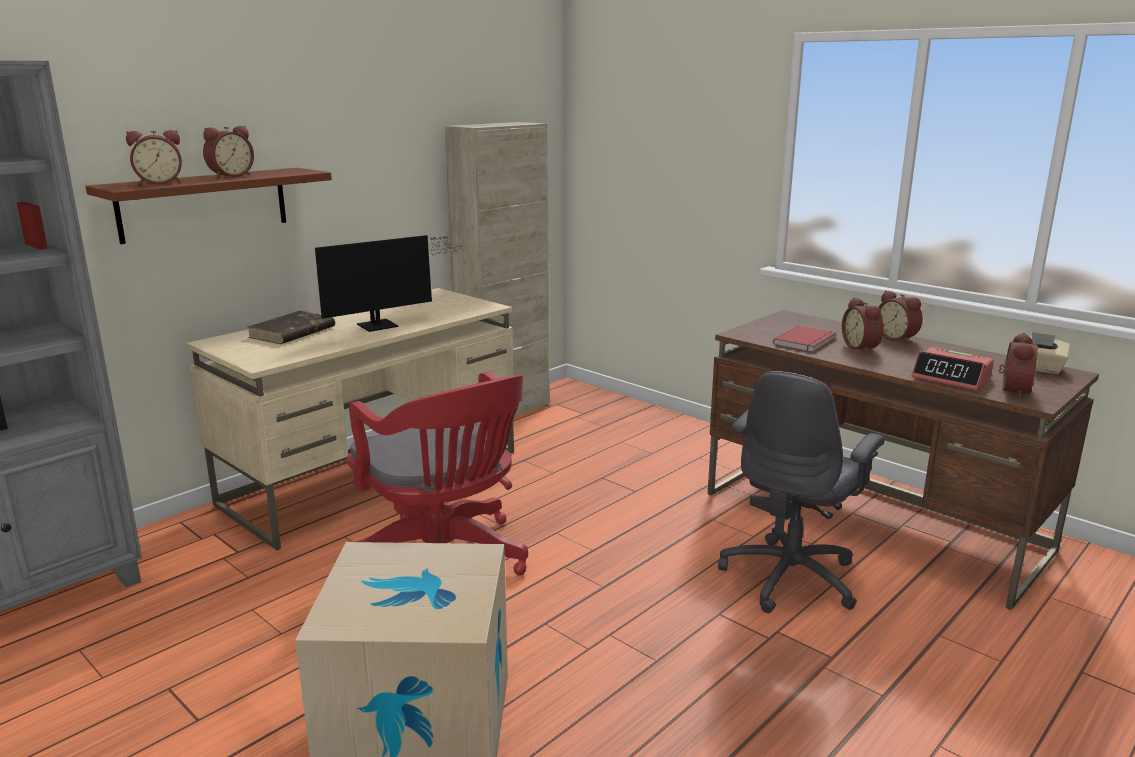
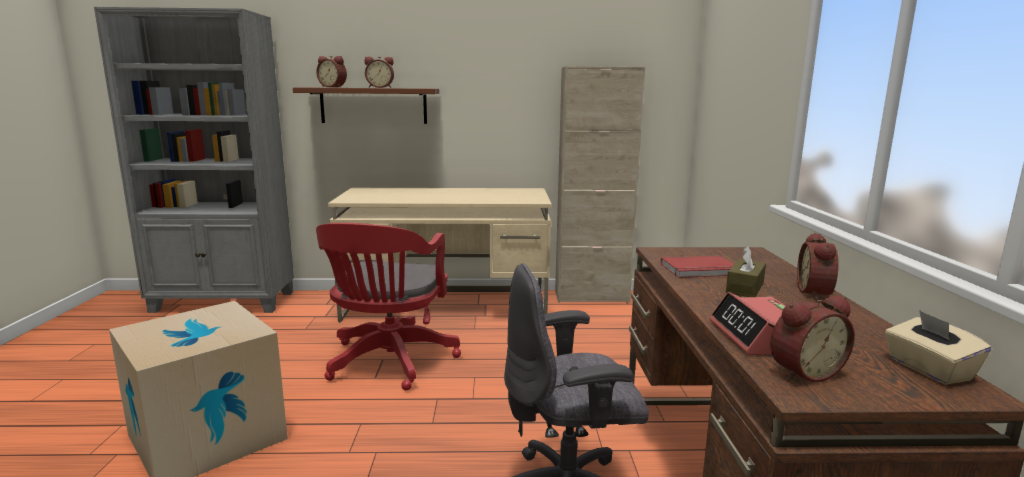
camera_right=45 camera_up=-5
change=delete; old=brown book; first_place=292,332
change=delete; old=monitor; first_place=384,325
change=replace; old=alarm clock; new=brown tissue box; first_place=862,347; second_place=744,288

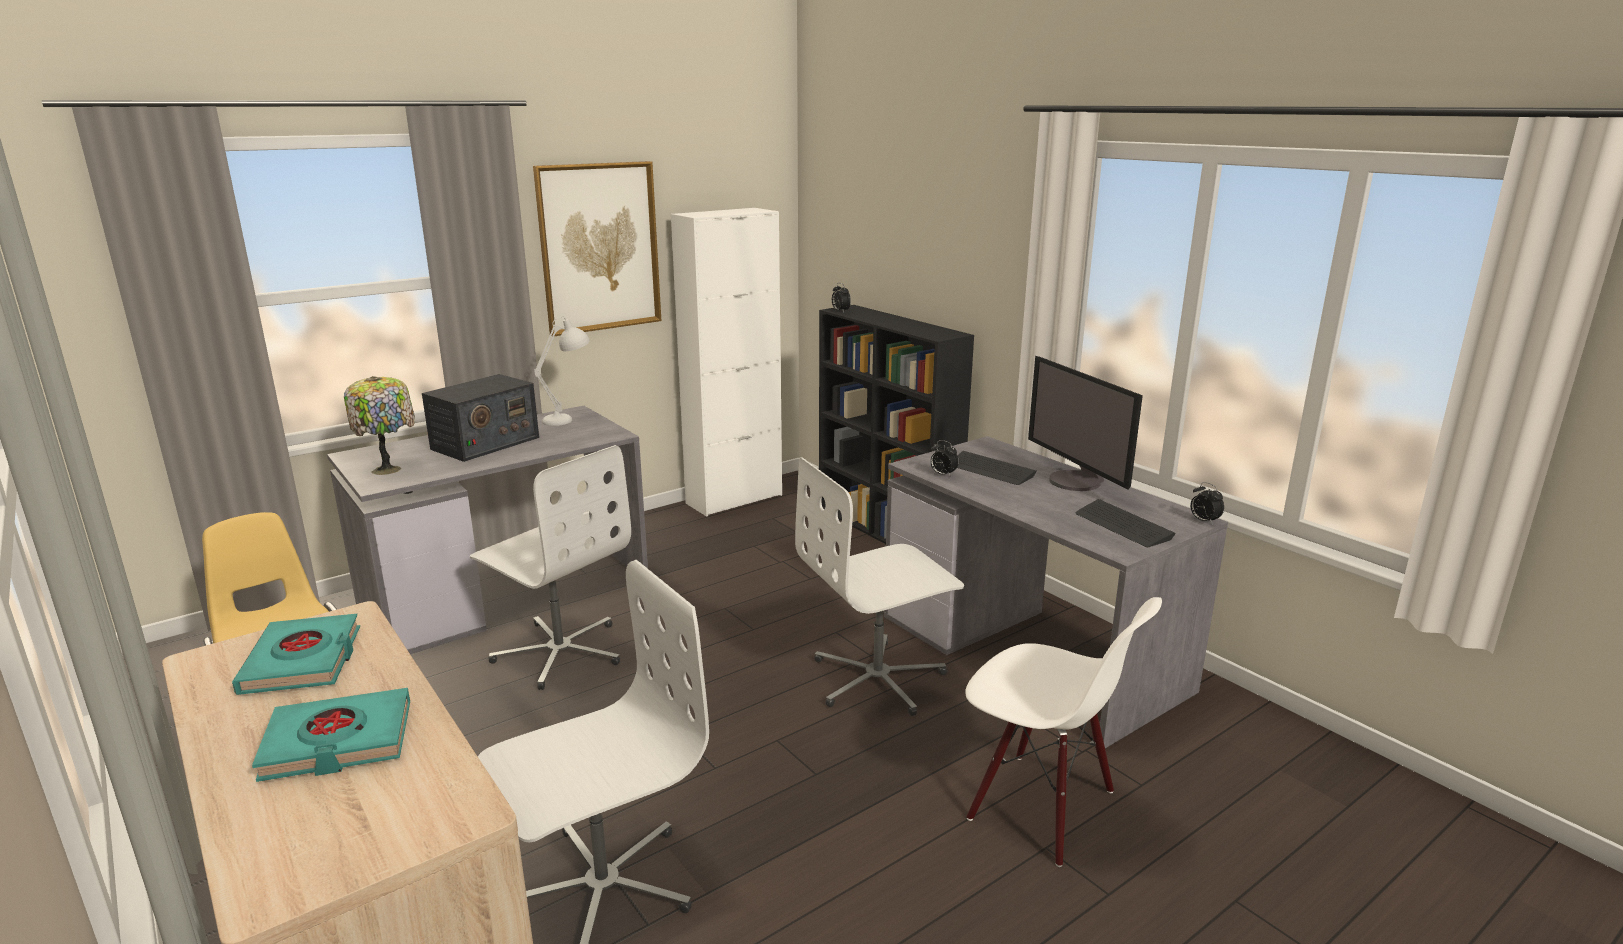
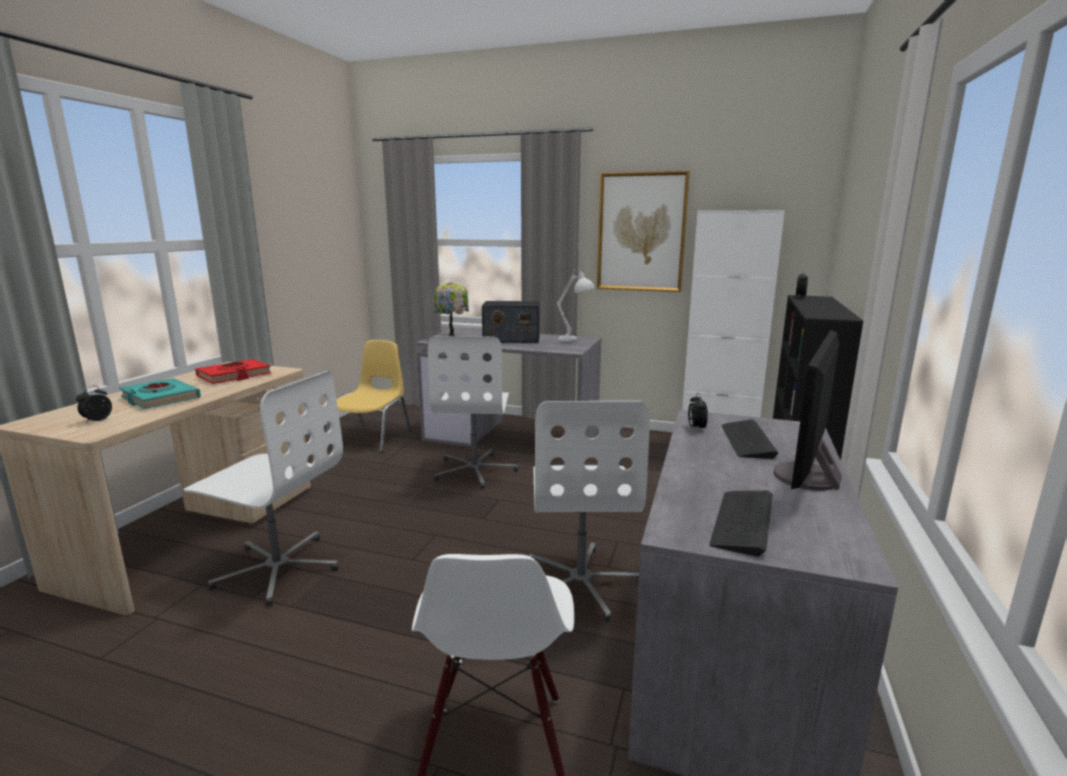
camera_right=55 camera_up=-5
change=move; old=alarm clock; first_place=1203,521; second_place=97,420
change=recolor; old=turquoise book; new=red book; first_place=303,661; second_place=234,376
change=rotate; old=white office chair; first_place=878,679; second_place=581,582; degrees=-120

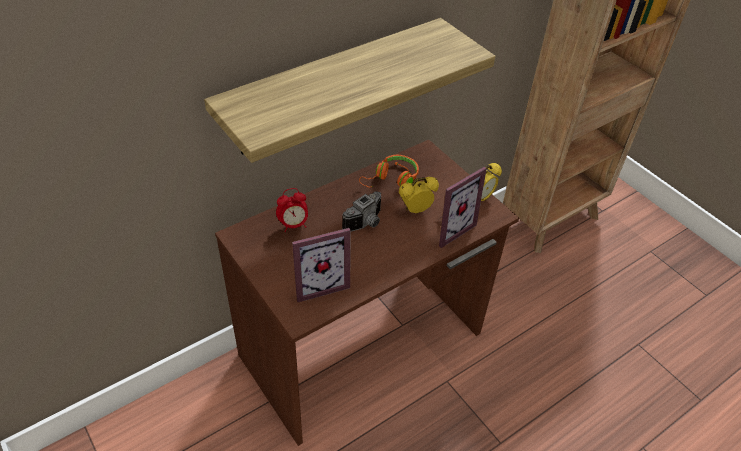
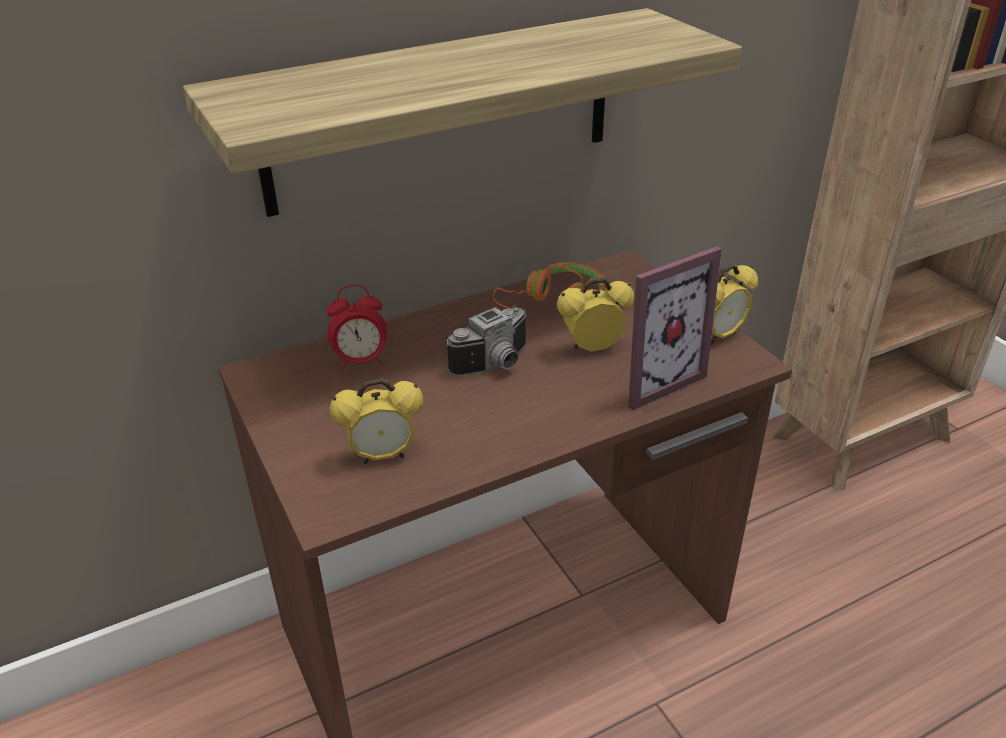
camera_right=10 camera_up=-10
change=replace; old=picture frame; new=alarm clock; first_place=319,283; second_place=383,456

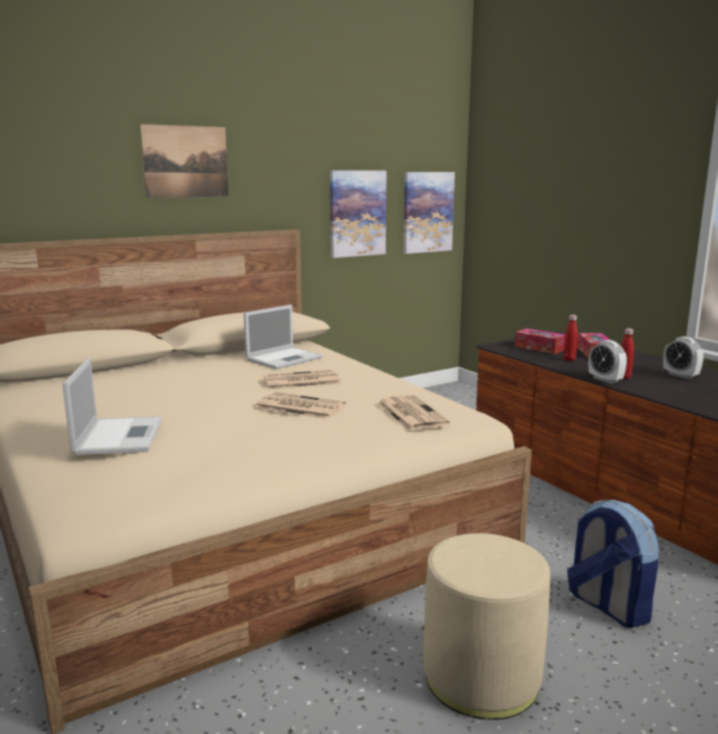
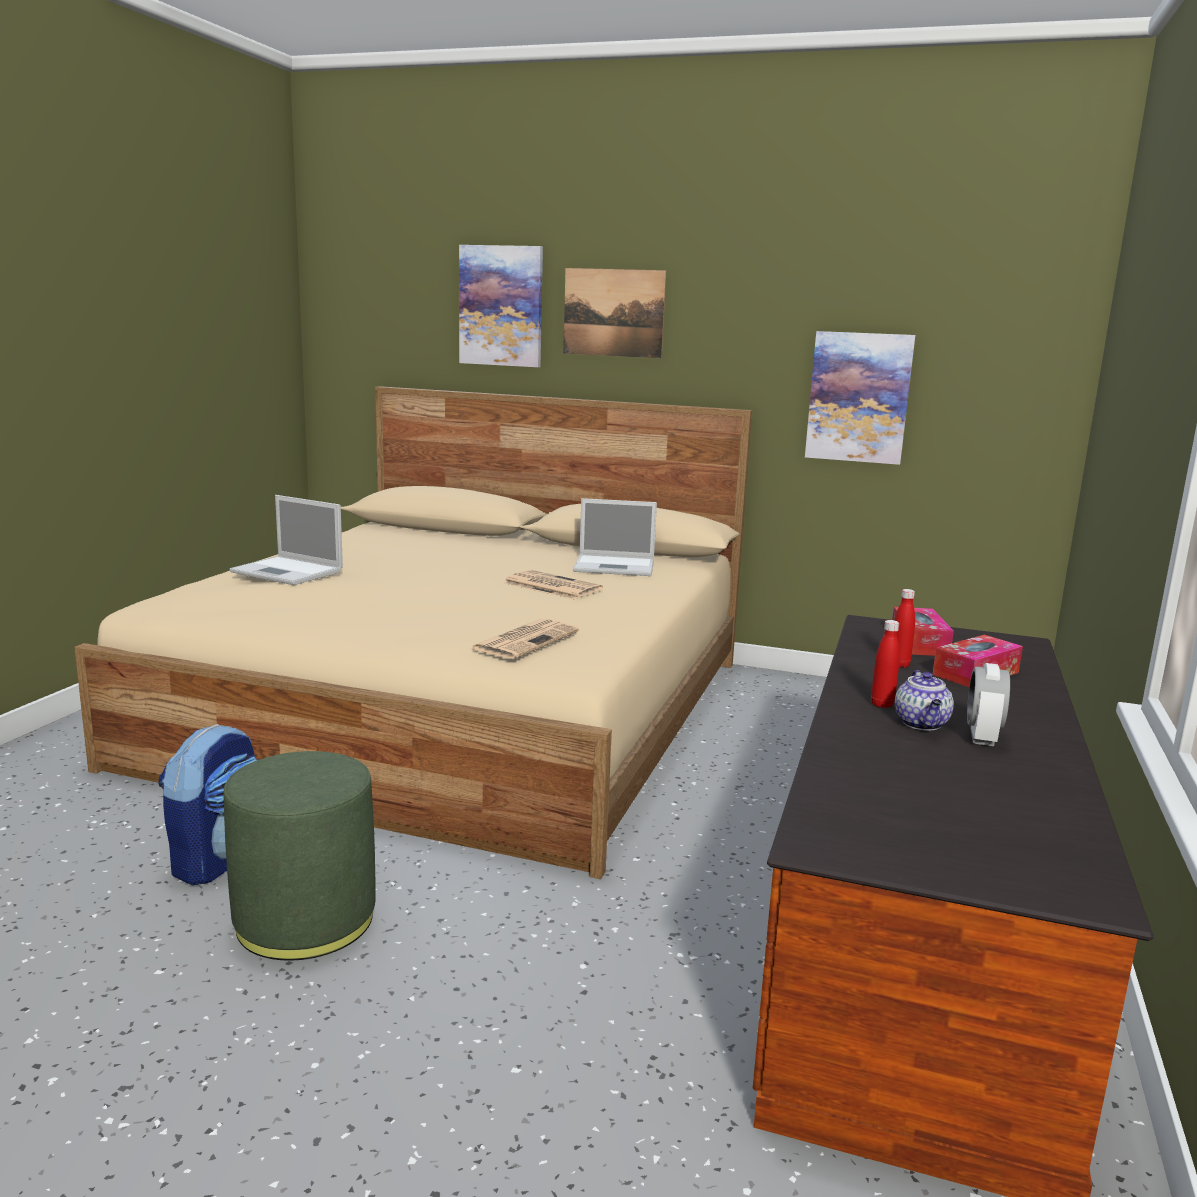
camera_right=50 camera_up=0
change=delete; old=newspaper; first_place=298,406
change=delete; old=alarm clock; first_place=605,380
change=insert; new=teapot; second_place=922,724
change=move; old=picture; first_place=427,212; second_place=501,306
change=move; old=backpack; first_place=607,606; second_place=218,859
change=recolor; old=beige ottoman; new=green ottoman; first_place=481,677; second_place=305,919
change=rotate; old=laptop; first_place=119,436; second_place=289,572; degrees=75

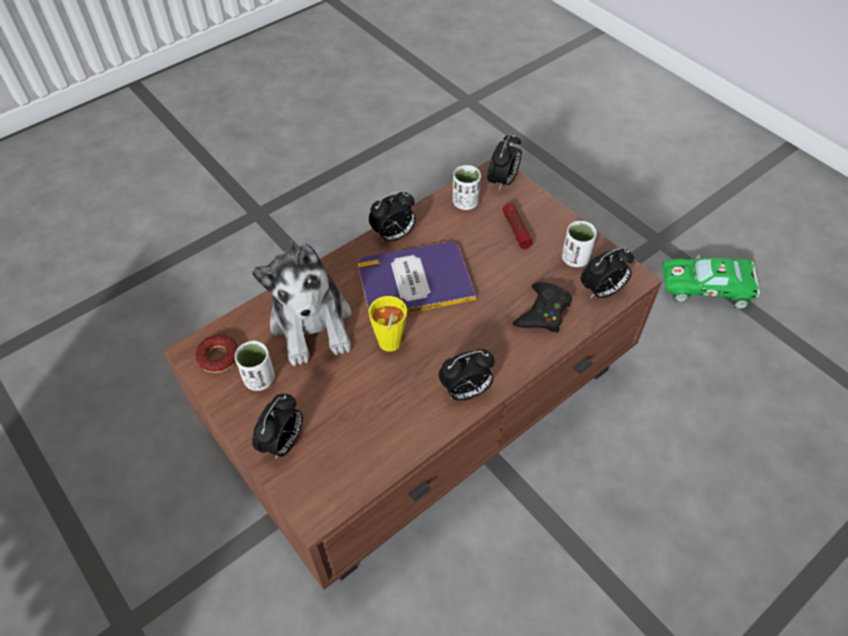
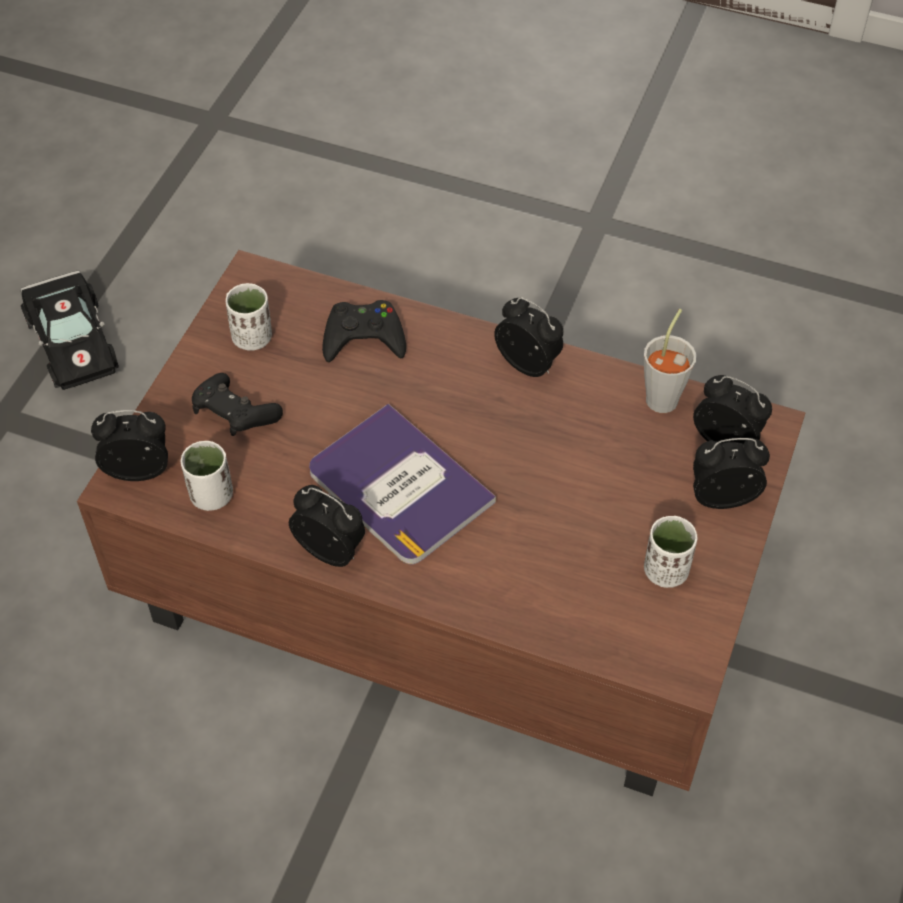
camera_right=-120 camera_up=0
change=delete; old=donut; first_place=218,357
change=delete; old=plush toy; first_place=312,323
change=delete; old=yellow cup; first_place=389,346
change=insert; new=grey cup; second_place=665,395
change=move; old=alarm clock; first_place=601,291; second_place=727,441
change=replace; old=flashlight; new=black game controller; first_place=516,230; second_place=235,416
change=recolor; old=green toy car; new=black toy car; first_place=709,288; second_place=72,341

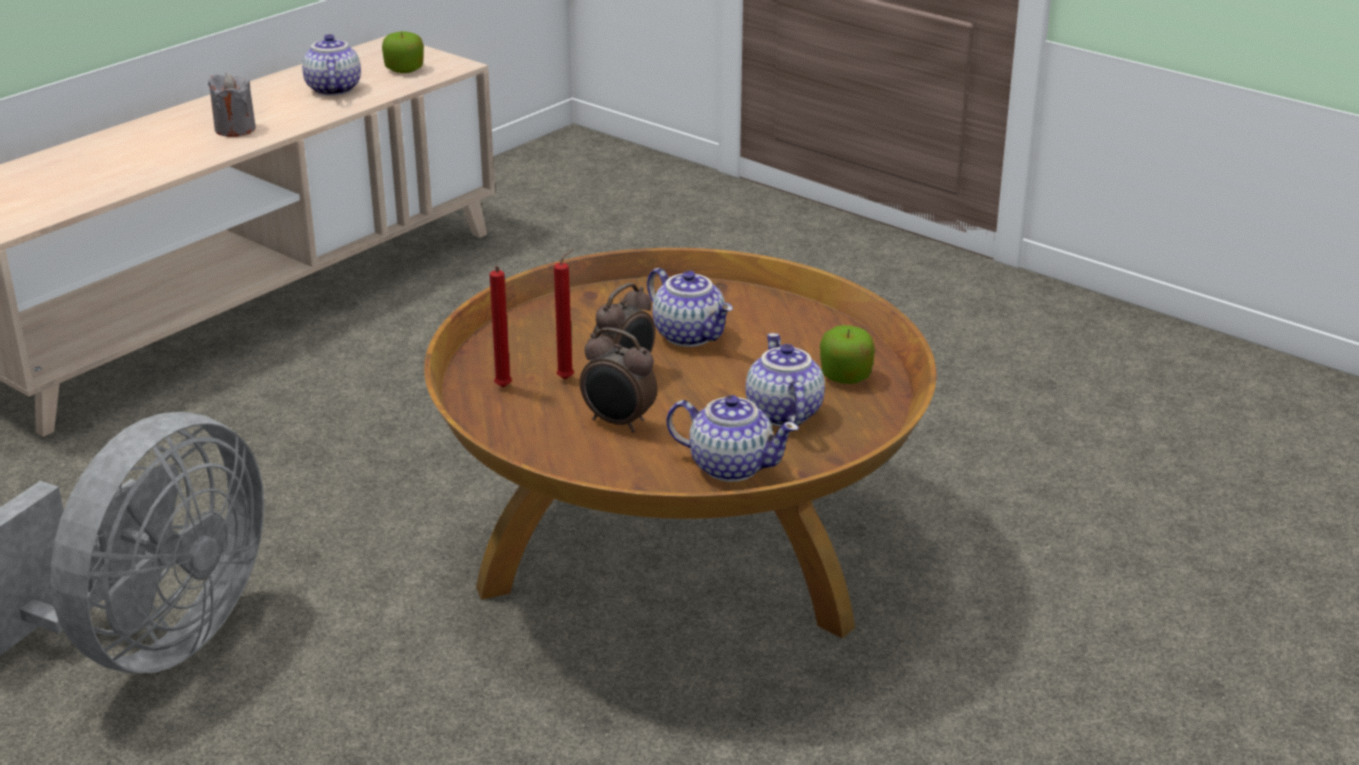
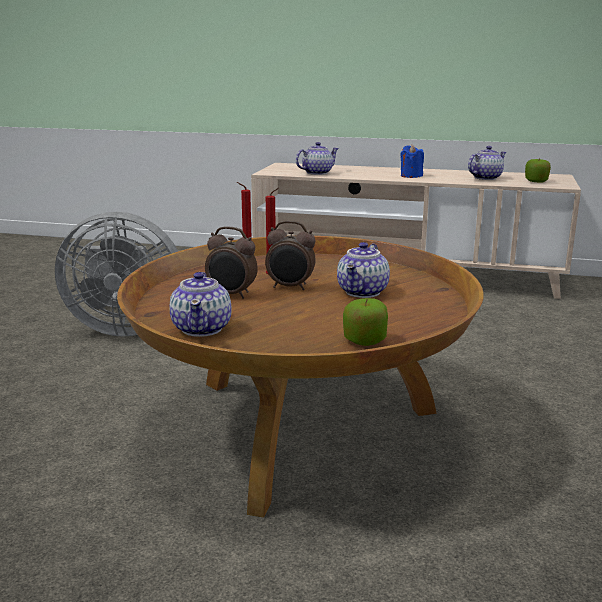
camera_right=65 camera_up=-10
change=move; old=teapot; first_place=781,413; second_place=317,173
change=recolor; old=grey candle; new=blue candle; first_place=235,129; second_place=411,176
change=rotate; old=alarm clock; first_place=618,423; second_place=231,295; degrees=-75

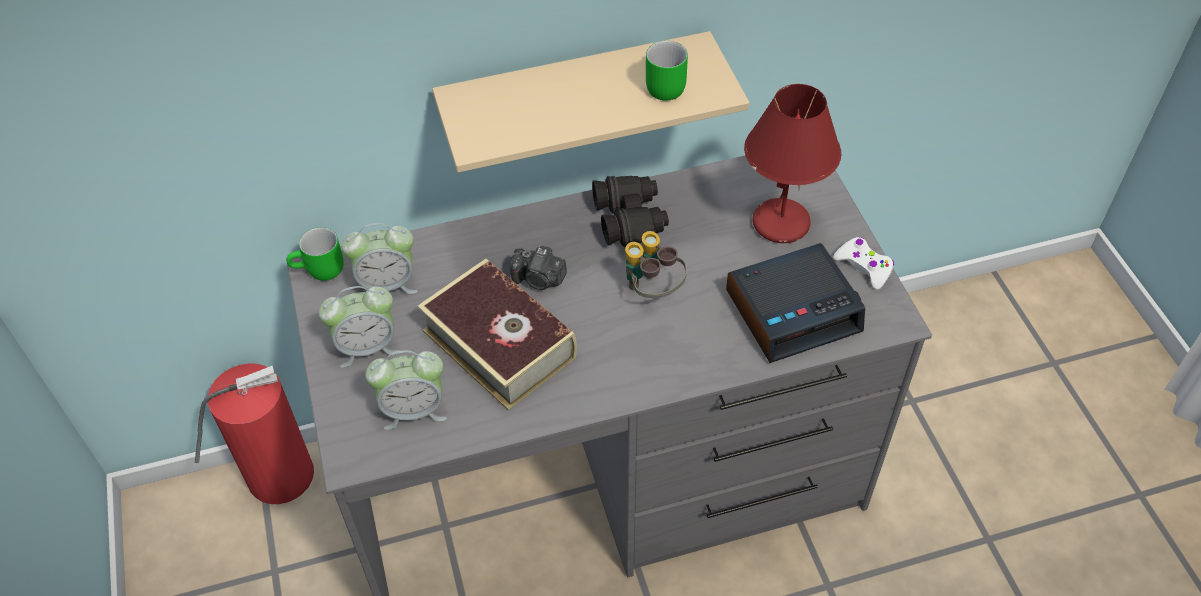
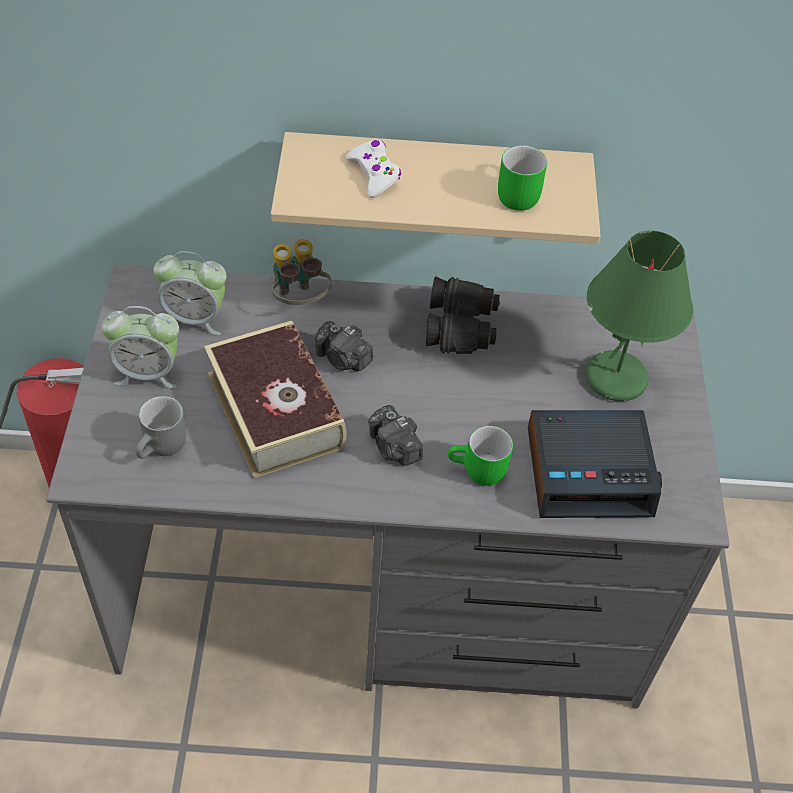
camera_right=15 camera_up=0
change=insert; new=photo camera; second_place=394,448
change=move; old=green mug; first_place=320,271; second_place=478,472
change=move; old=binoculars; first_place=652,290; second_place=299,301
change=move; old=white game controller; first_place=864,267; second_place=374,174
change=replace; old=alarm clock; new=grey mug; first_place=414,410; second_place=164,448
change=recolor; old=red table lamp; new=green table lamp; first_place=780,222; second_place=616,377

